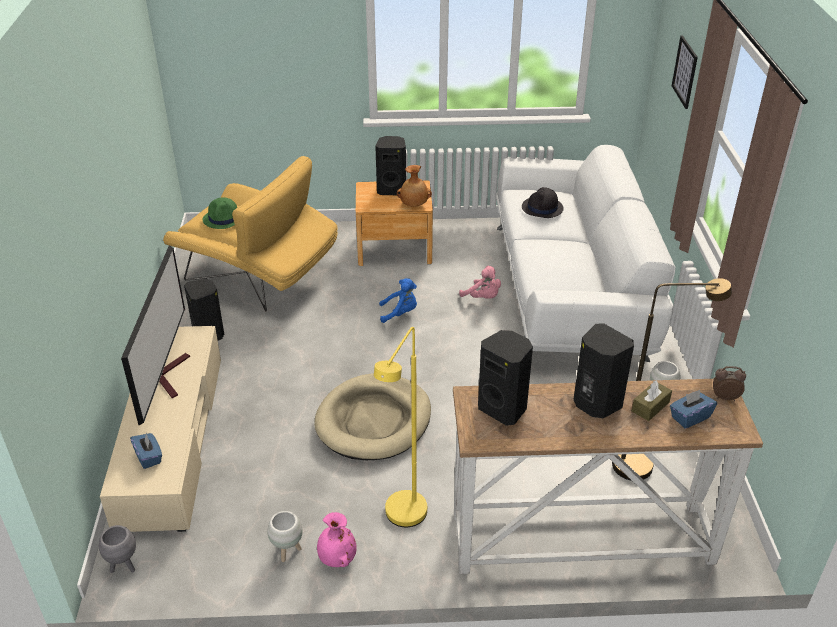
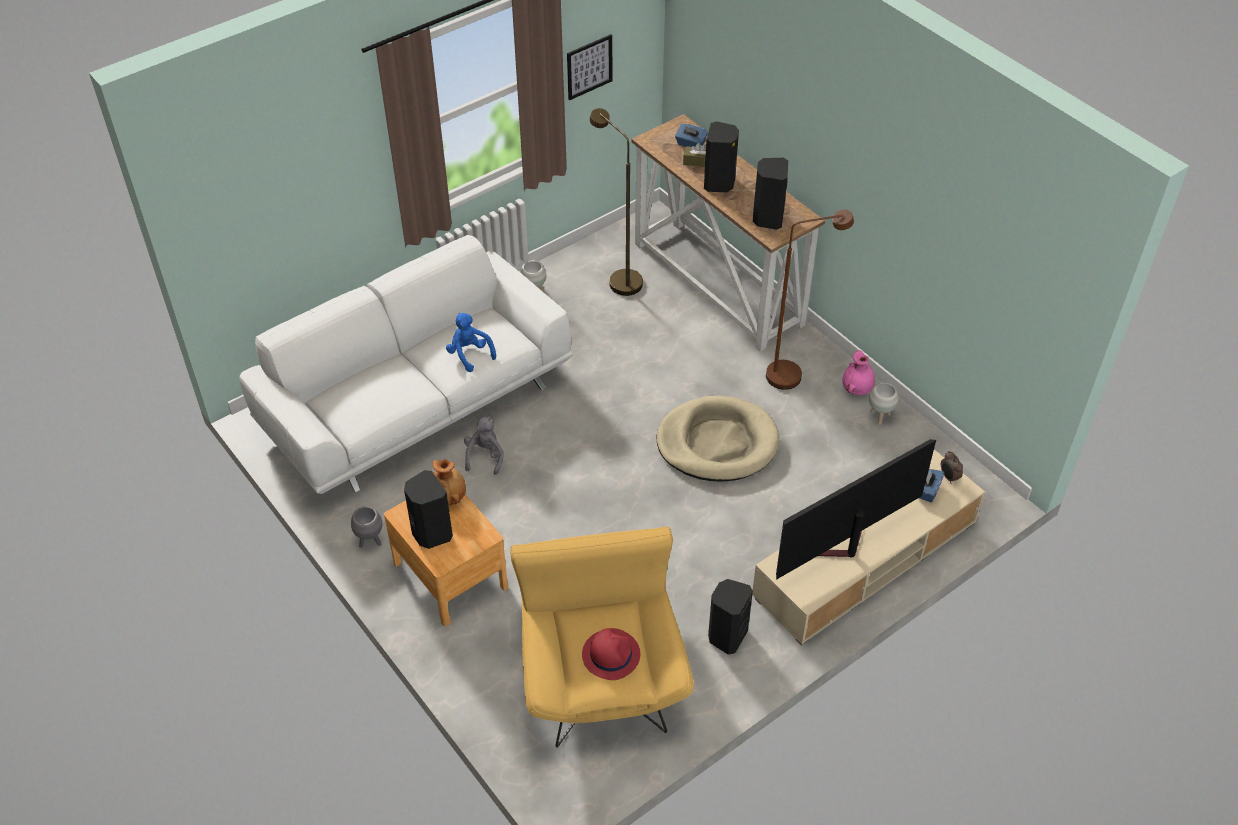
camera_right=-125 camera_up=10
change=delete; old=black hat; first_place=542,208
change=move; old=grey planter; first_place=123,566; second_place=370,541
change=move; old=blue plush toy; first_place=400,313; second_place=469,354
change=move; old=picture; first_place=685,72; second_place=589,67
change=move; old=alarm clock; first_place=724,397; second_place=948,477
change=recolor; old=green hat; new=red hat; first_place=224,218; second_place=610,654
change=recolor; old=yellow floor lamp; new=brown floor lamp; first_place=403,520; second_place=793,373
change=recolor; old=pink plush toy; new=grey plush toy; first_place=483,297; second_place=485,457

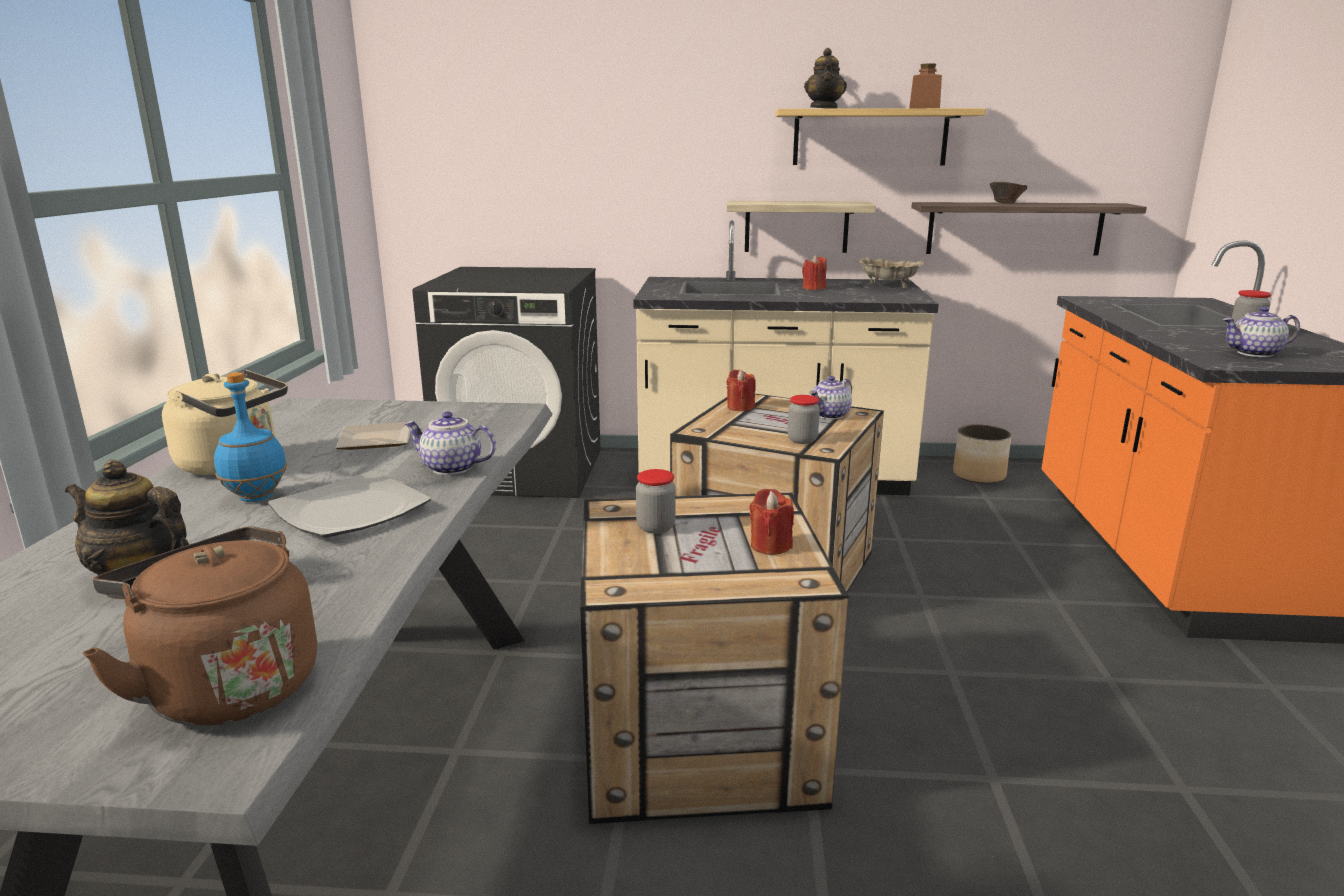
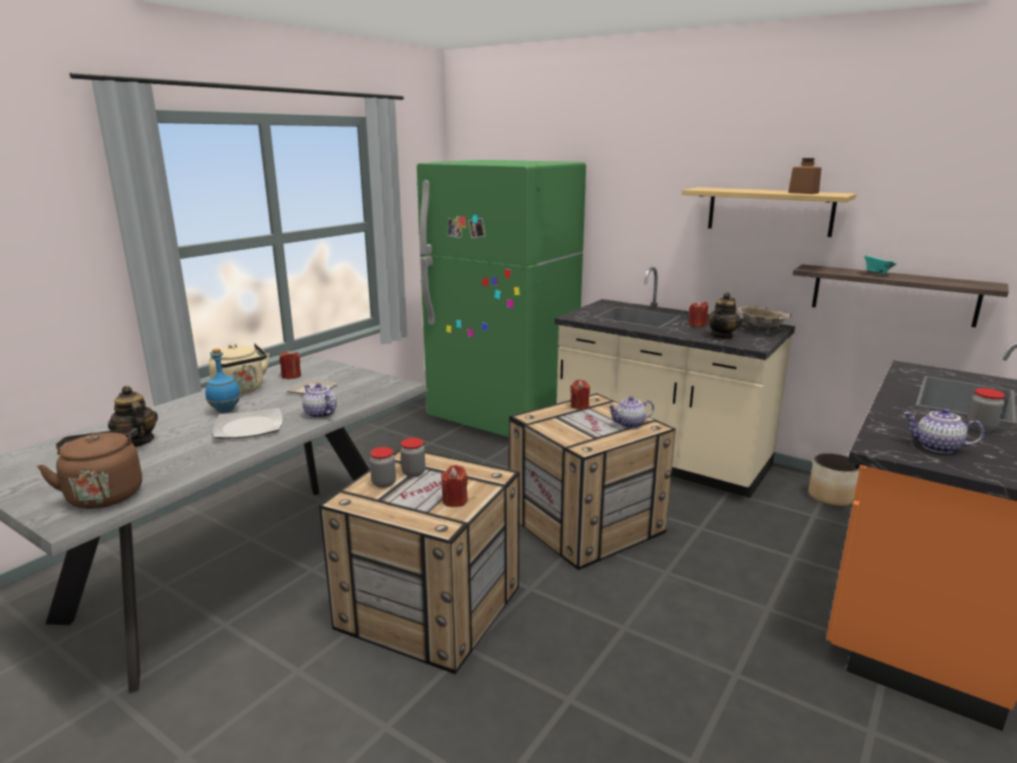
camera_right=30 camera_up=0
change=delete; old=shelf; first_place=796,226
change=insert; new=red candle; second_place=291,376
change=move; old=jar; first_place=802,440; second_place=383,483
change=move; old=teapot; first_place=824,109; second_place=722,336
change=replace; old=black washing machine; new=green fridge; first_place=523,470; second_place=503,417
change=recolor; old=brown bowl; new=turquoise bowl; first_place=1005,203; second_place=877,274

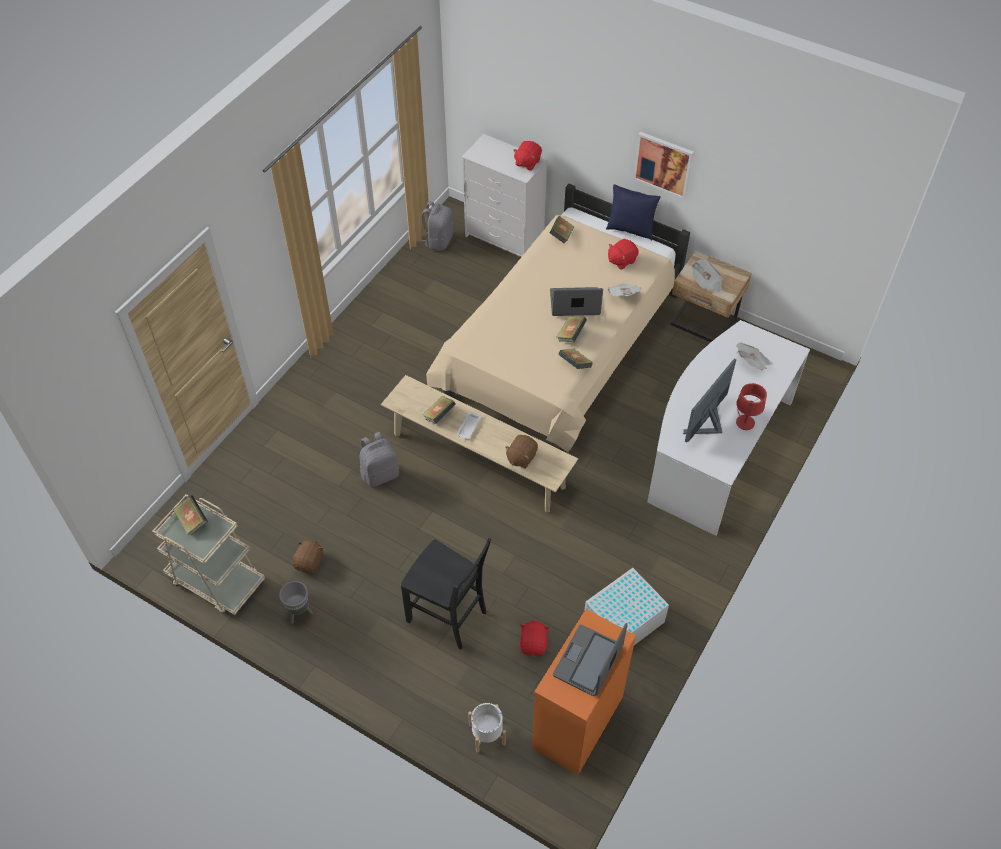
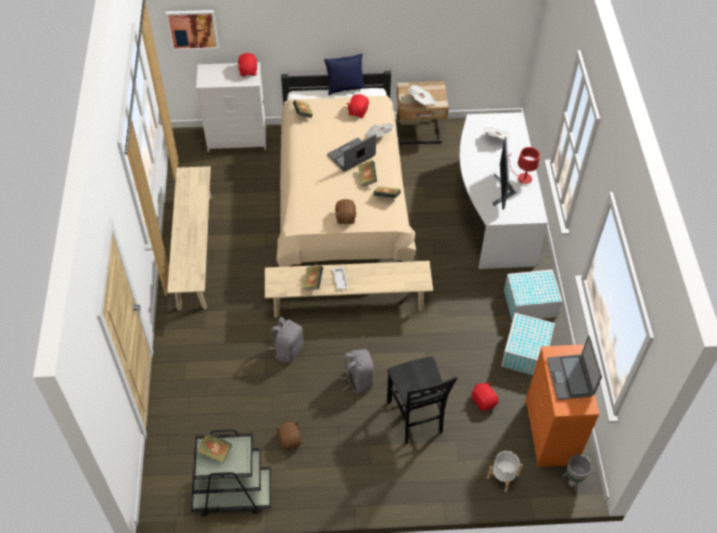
camera_right=-35 camera_up=0
change=insert; new=beige bench; second_place=195,250
change=insert; new=white storage box; second_place=529,303
change=move; old=grey planter; first_place=299,613; second_place=573,480
change=move; old=grey backpack; first_place=438,241; second_place=358,380
change=move; old=brown plush toy; first_place=521,457; second_place=345,217
change=move; old=picture; first_place=663,164; second_place=192,29
change=recolor; old=beige cart; new=black cart; first_place=216,580; second_place=232,493
change=rotate; old=black chair; first_place=448,617; second_place=415,417; degrees=75

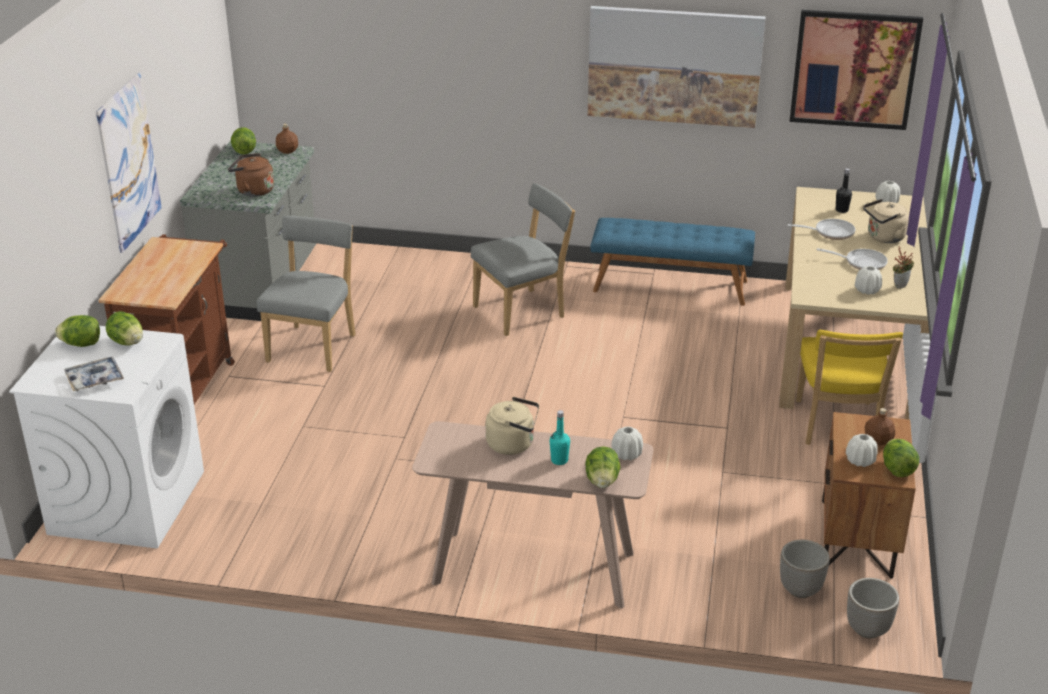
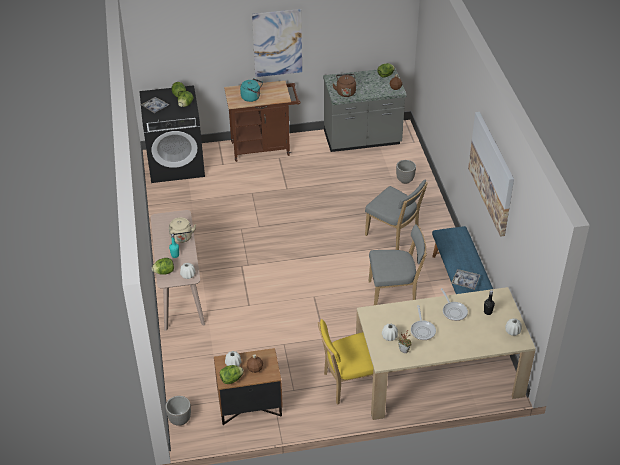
camera_right=70 camera_up=10
change=delete; old=picture; first_place=854,69
change=delete; old=beige kettle; first_place=883,238
change=insert; new=turquoise kettle; second_place=252,97
change=insert; new=tray; second_place=465,281
change=move; old=grey chair; first_place=314,346; second_place=394,294
change=move; old=planter; first_place=800,589; second_place=405,180
change=recolor; old=white washing machine; new=black washing machine; first_place=127,502; second_place=176,164

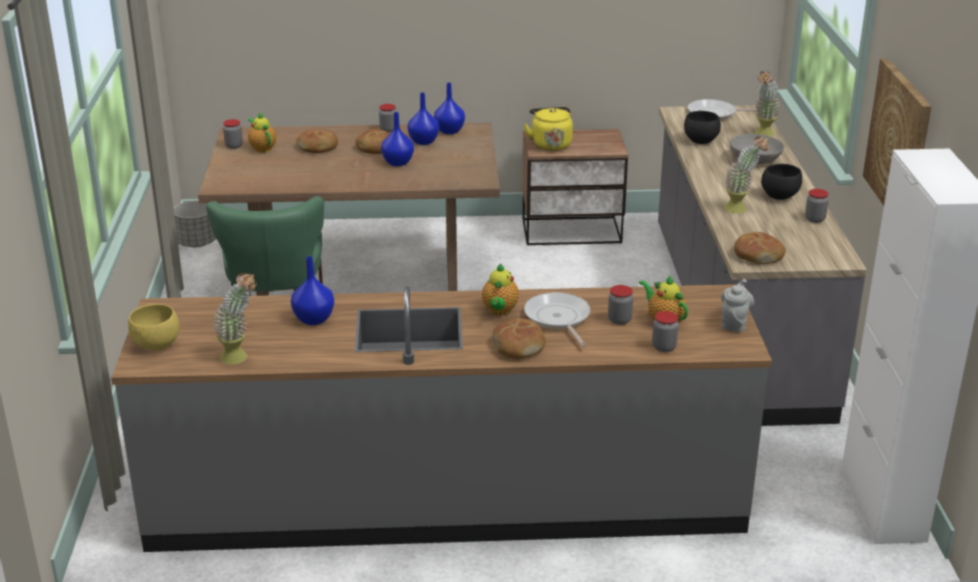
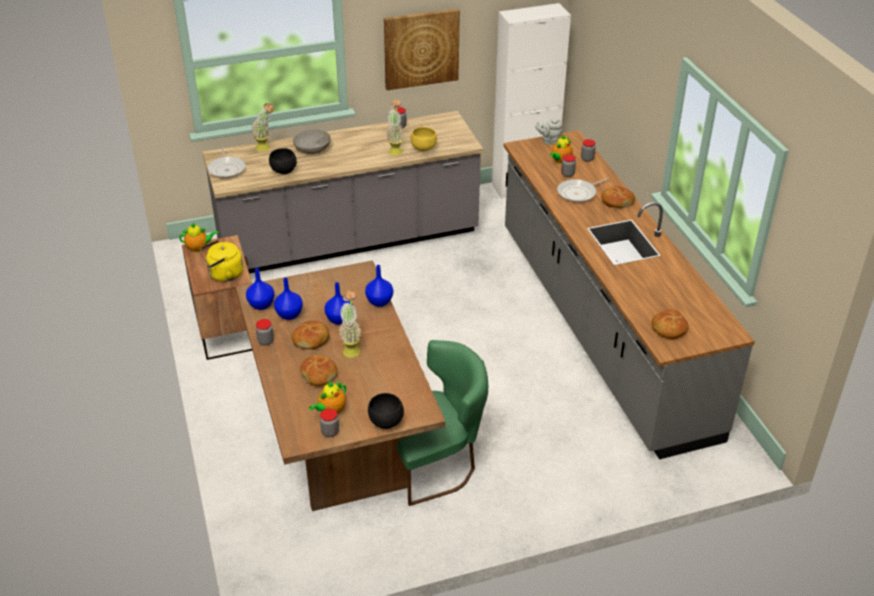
camera_right=-105 camera_up=10
change=delete; old=grey planter; first_place=197,243
change=move; old=yellow bowl; first_place=157,346; second_place=424,148
change=move; old=potted plant; first_place=240,358; second_place=351,348
change=move; old=blue vase; first_place=314,320; second_place=380,301
change=move; old=teapot; first_place=499,311; second_place=199,248
change=move; old=bread; first_place=758,255; second_place=668,329
change=move; old=black bowl; first_place=778,196; second_place=385,423

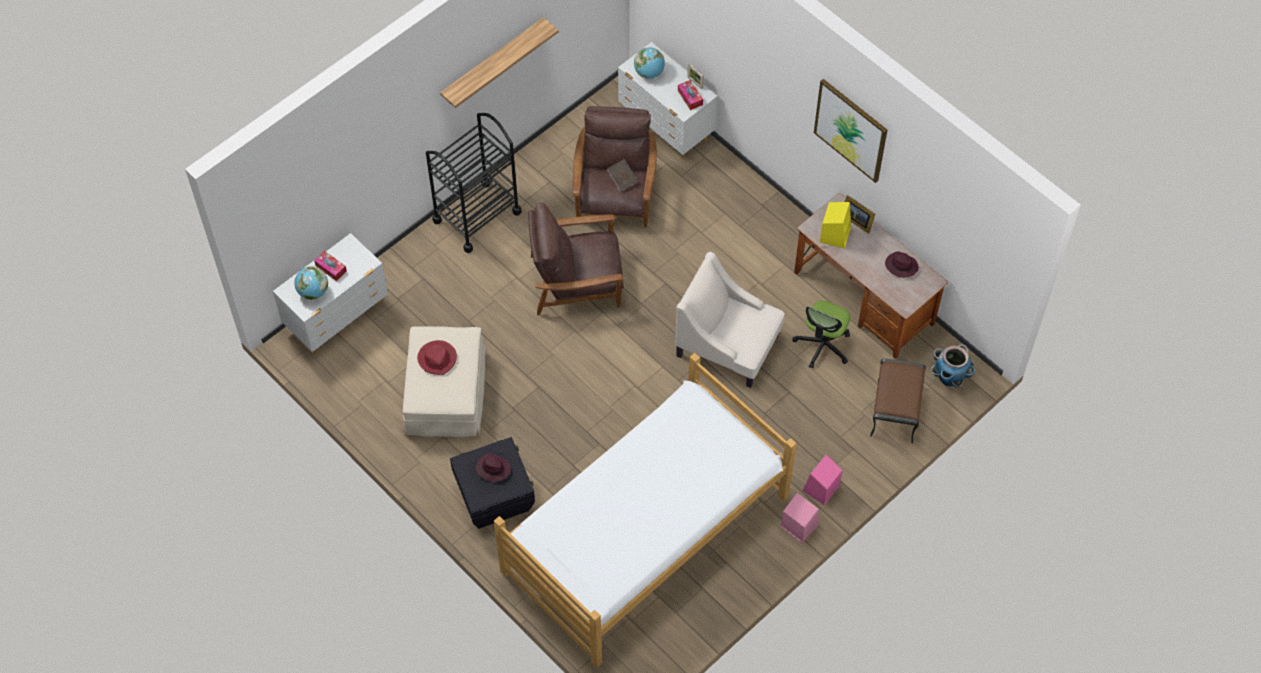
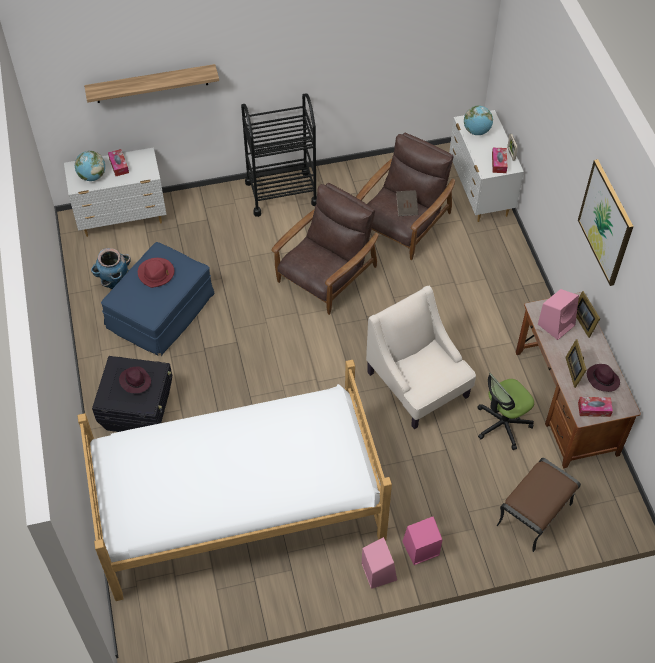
camera_right=30 camera_up=-5
change=insert; new=picture frame; second_place=574,370
change=insert; new=tissue box; second_place=594,409
change=move; old=shelf; first_place=493,62; second_place=151,84
change=move; old=planter; first_place=949,378; second_place=115,282
change=recolor; old=beige ottoman; new=blue ottoman; first_place=445,393; second_place=160,312
change=recolor; old=yellow speaker; new=pink speaker; first_place=835,234; second_place=556,324
change=rotate; old=brown armchair; first_place=577,281; second_place=326,275; degrees=105

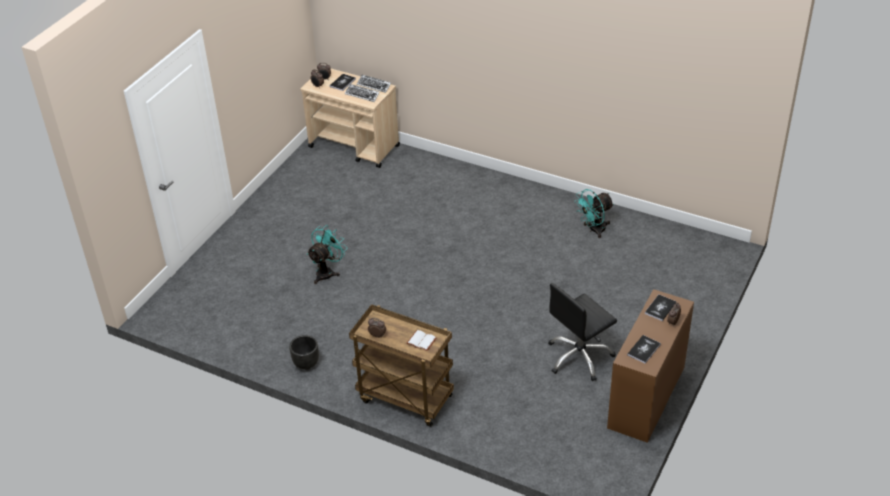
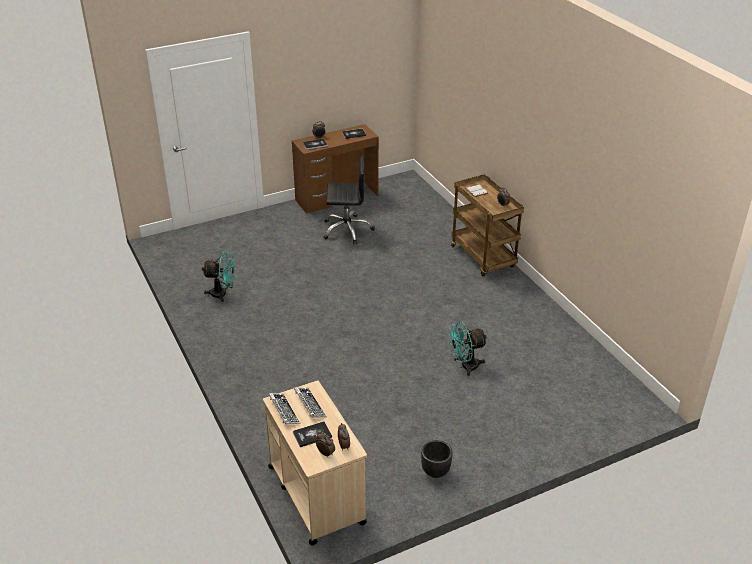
camera_right=-145 camera_up=-5
change=move; old=black planter; first_place=306,364; second_place=436,472

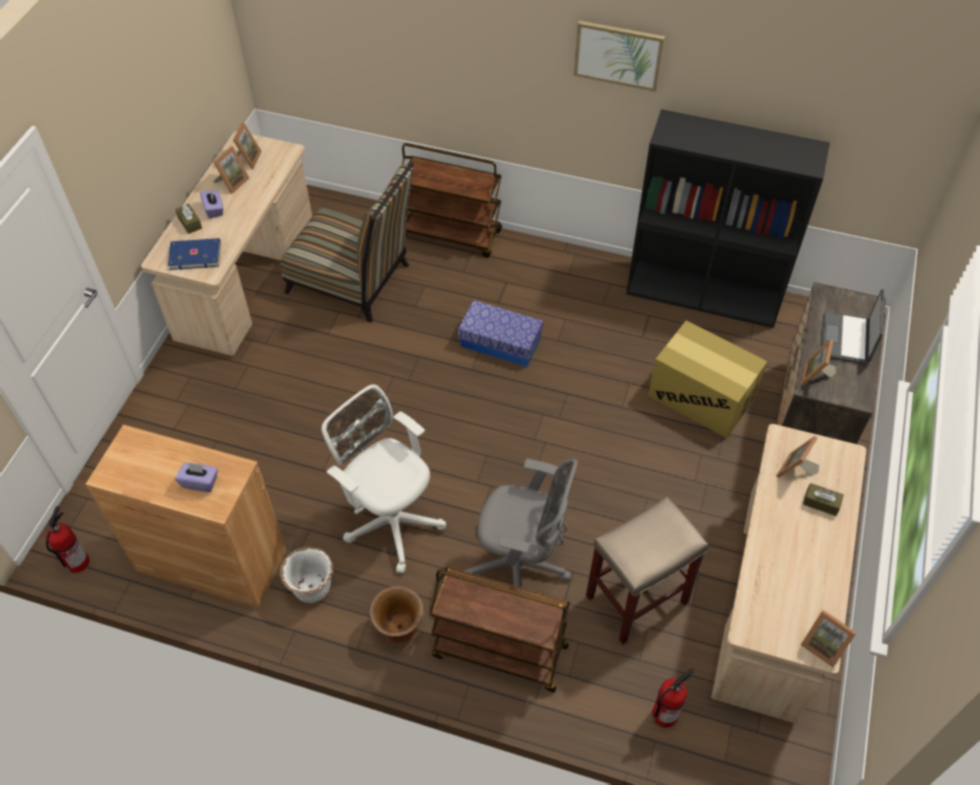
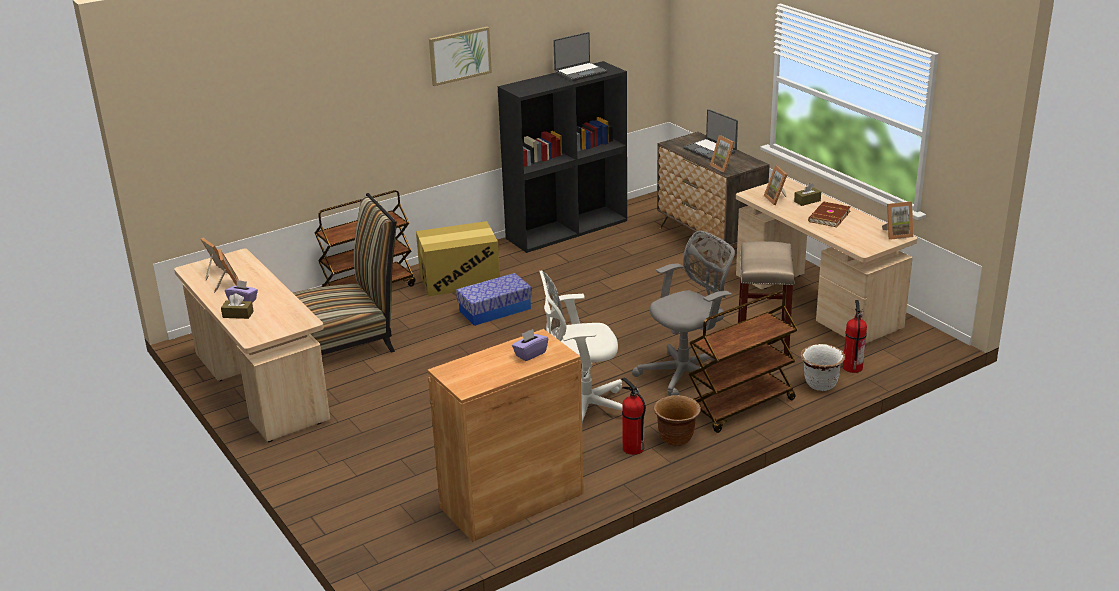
camera_right=-50 camera_up=-25
change=delete; old=blue book; first_place=195,255
change=insert; new=laptop; second_place=580,72
change=insert; new=brown book; second_place=828,216
change=move; old=fire extinguisher; first_place=77,561; second_place=632,448
change=move; old=white planter; first_place=312,589; second_place=820,385
change=move; old=cardboard box; first_place=701,397; second_place=460,279

